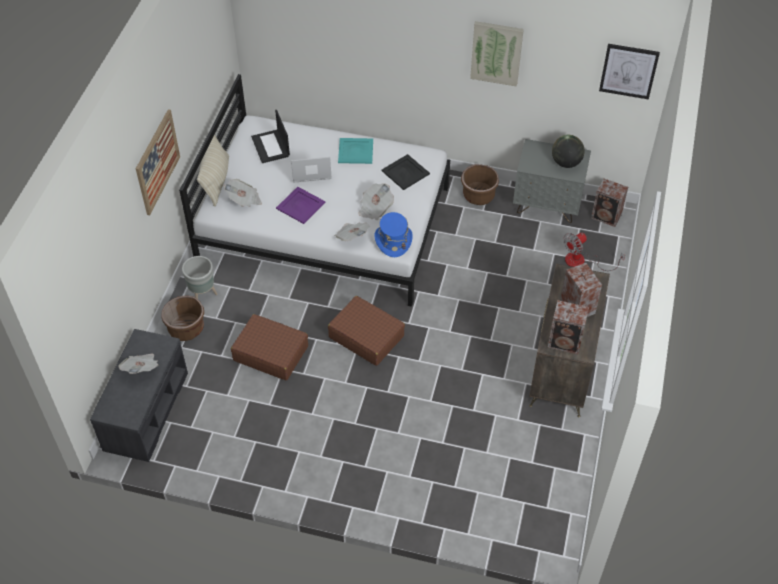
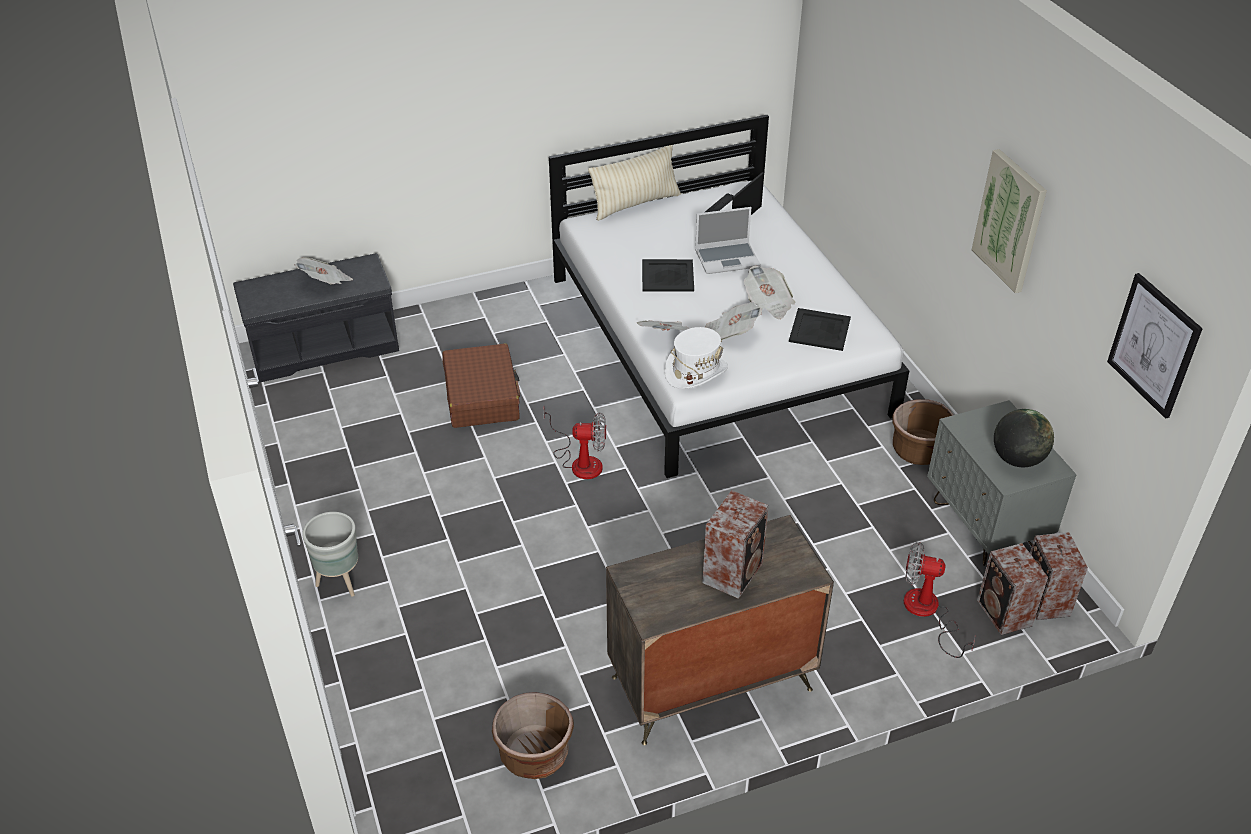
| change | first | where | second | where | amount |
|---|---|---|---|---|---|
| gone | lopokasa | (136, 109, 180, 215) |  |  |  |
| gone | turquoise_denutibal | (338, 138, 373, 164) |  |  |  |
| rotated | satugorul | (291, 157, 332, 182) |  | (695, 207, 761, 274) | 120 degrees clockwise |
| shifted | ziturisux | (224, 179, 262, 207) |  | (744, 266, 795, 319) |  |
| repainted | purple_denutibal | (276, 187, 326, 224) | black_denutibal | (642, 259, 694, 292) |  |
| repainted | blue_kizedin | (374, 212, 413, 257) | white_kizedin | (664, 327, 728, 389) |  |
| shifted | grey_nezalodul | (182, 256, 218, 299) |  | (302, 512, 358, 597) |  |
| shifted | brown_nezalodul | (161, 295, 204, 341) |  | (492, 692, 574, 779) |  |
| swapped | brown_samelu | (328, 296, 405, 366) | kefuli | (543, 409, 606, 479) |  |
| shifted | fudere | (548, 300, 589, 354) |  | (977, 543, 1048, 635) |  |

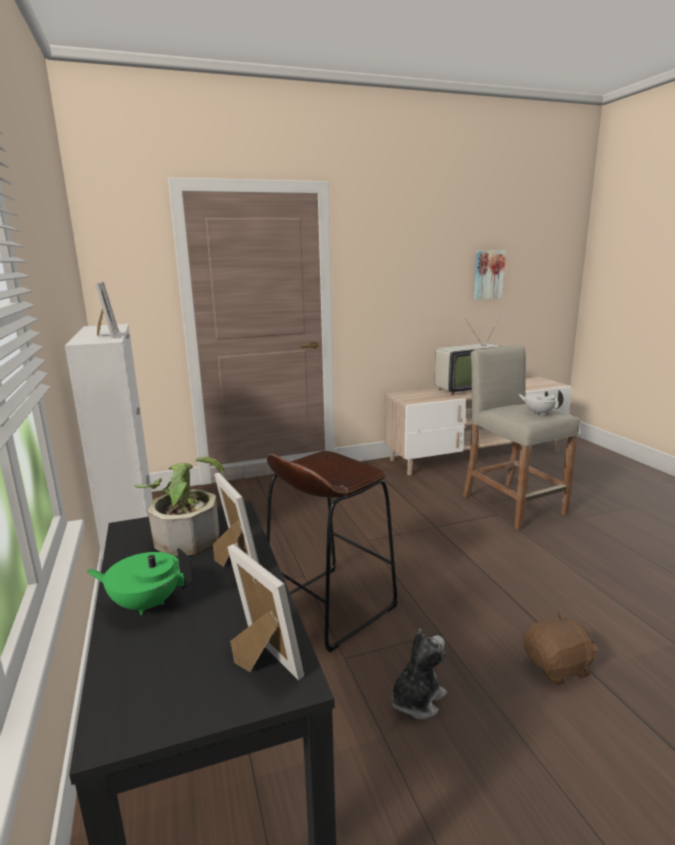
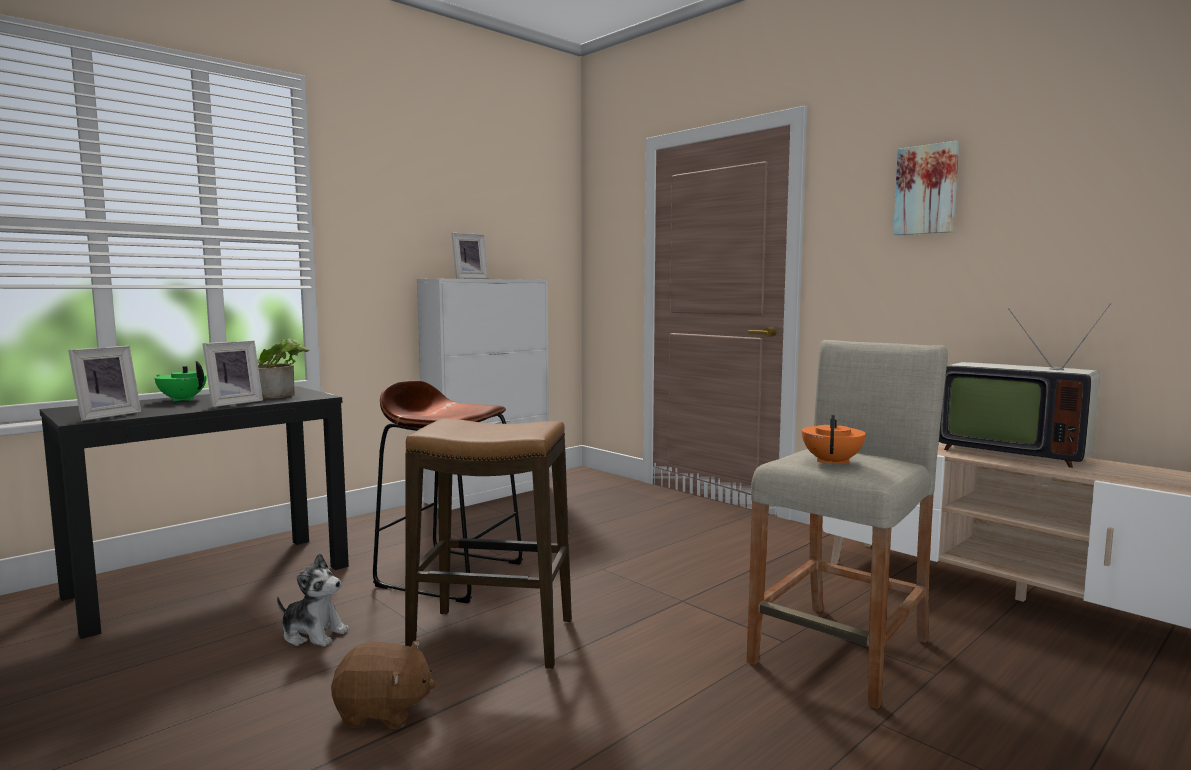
| change | first | where | second | where | amount |
|---|---|---|---|---|---|
| shifted | lopokasa | (474, 250, 506, 300) |  | (893, 141, 959, 235) |  |
| repainted | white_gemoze | (518, 390, 564, 415) | orange_gemoze | (802, 415, 866, 466) |  |
| rotated | green_gemoze | (86, 548, 193, 615) |  | (155, 361, 207, 402) | 45 degrees counterclockwise |
| rotated | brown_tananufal | (523, 612, 598, 685) |  | (331, 640, 436, 728) | 45 degrees counterclockwise |
| new |  |  | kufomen | (405, 419, 572, 669) |  |

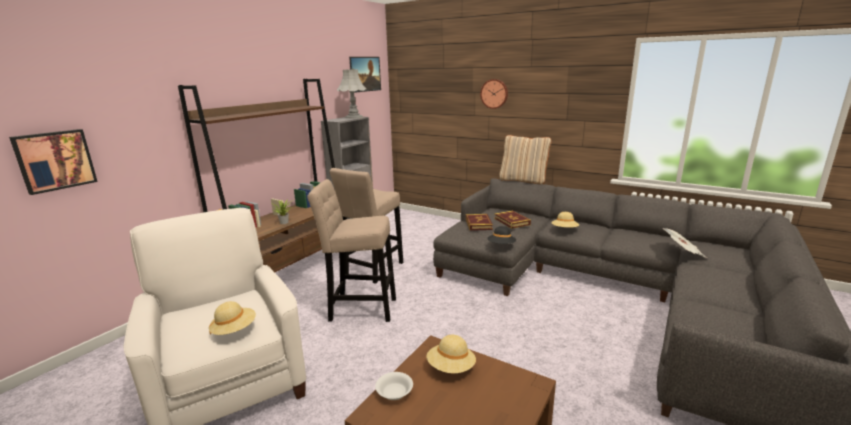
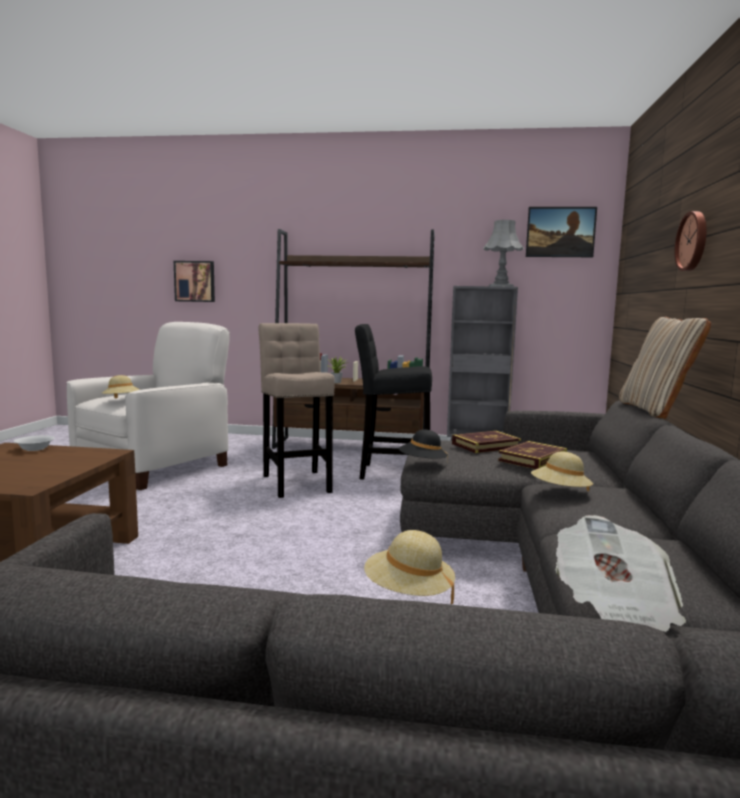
| change | first | where | second | where | amount |
|---|---|---|---|---|---|
| repainted | beige_kufomen | (330, 168, 403, 284) | black_kufomen | (355, 324, 432, 479) |  |
| shifted | beige_kizedin | (426, 335, 476, 373) |  | (364, 530, 455, 604) |  |

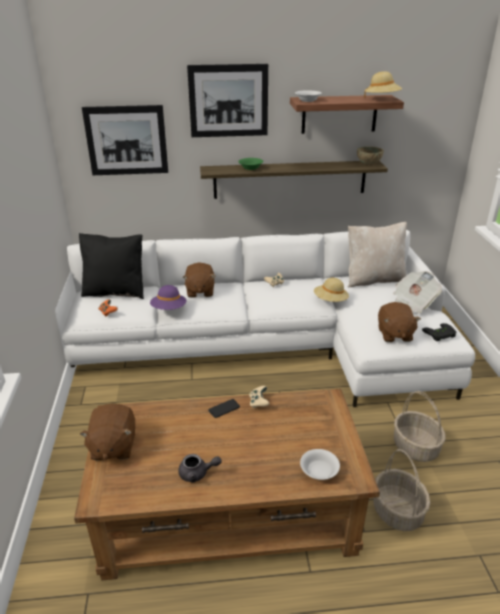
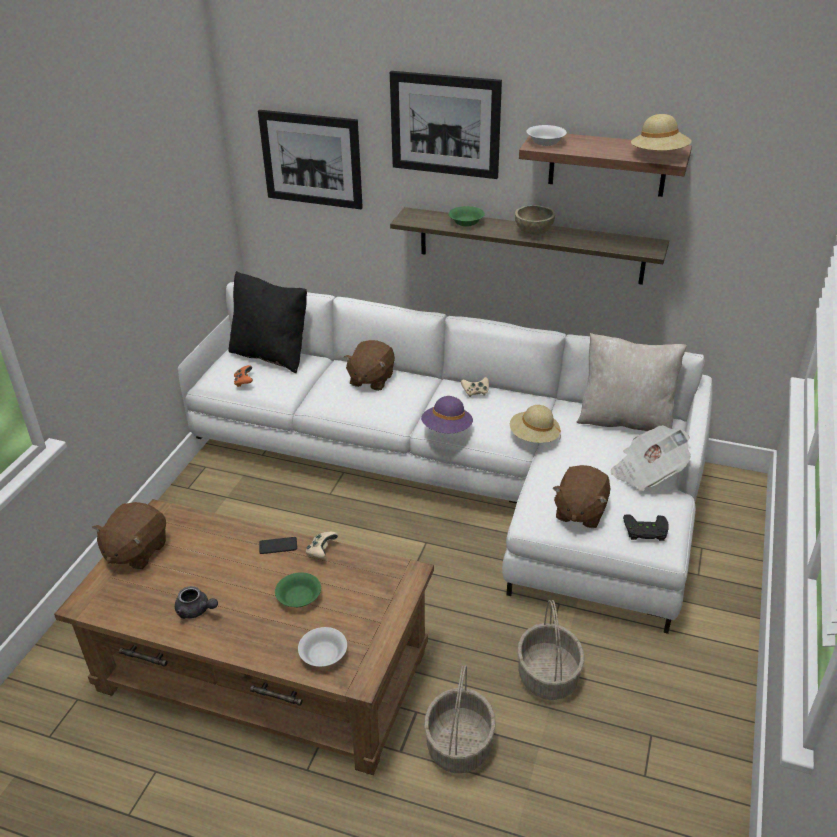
| change | first | where | second | where | amount |
|---|---|---|---|---|---|
| shifted | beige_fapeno | (357, 146, 384, 164) |  | (515, 205, 555, 235) |  |
| shifted | purple_kizedin | (150, 285, 187, 310) |  | (421, 396, 473, 434) |  |
| new |  |  | green_fapeno | (275, 572, 321, 607) |  |

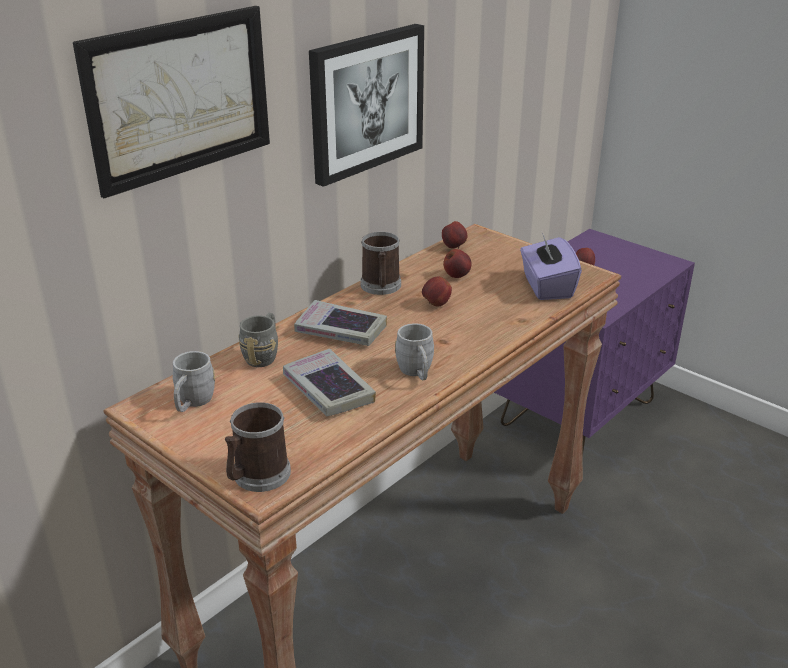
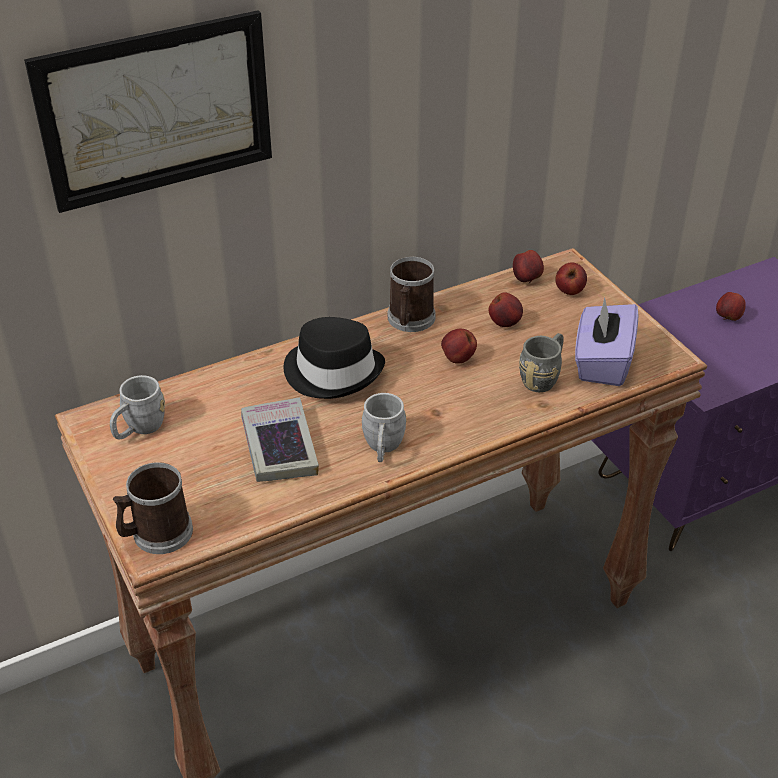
| change | first | where | second | where | amount |
|---|---|---|---|---|---|
| gone | lopokasa | (309, 24, 424, 187) |  |  |  |
| swapped | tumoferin | (294, 300, 387, 346) | black_kizedin | (284, 317, 385, 399) |  |
| shifted | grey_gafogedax | (239, 313, 278, 367) |  | (519, 333, 564, 392) |  |
| new |  |  | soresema | (555, 262, 587, 295) |  |

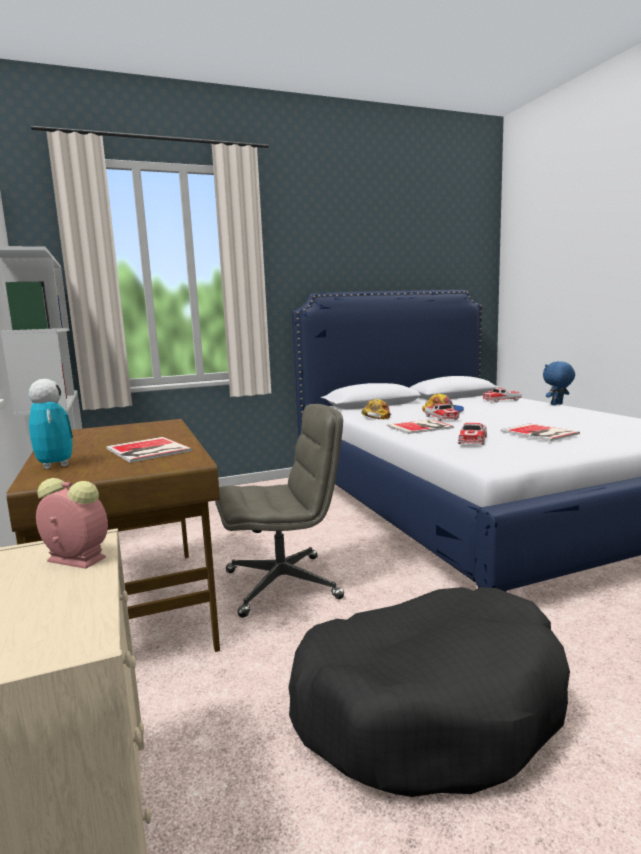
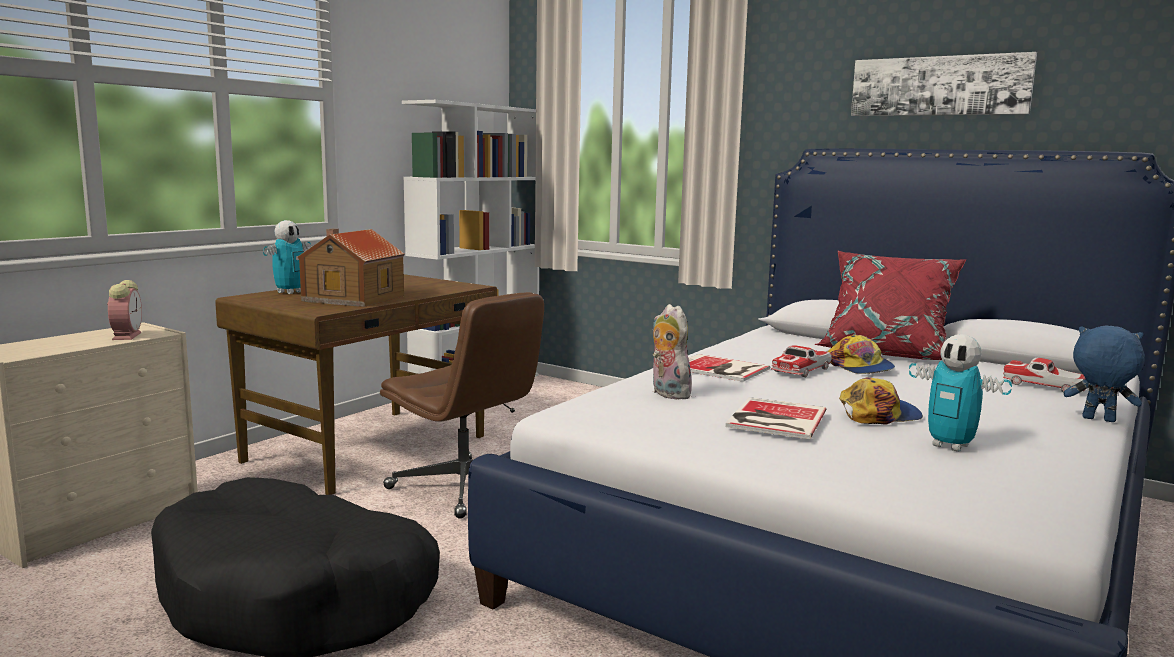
| change | first | where | second | where | amount |
|---|---|---|---|---|---|
| shifted | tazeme | (361, 399, 391, 419) |  | (839, 377, 923, 424) |  |
| repainted | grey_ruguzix | (215, 404, 344, 618) | brown_ruguzix | (380, 292, 544, 519) |  |
| swapped | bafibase | (458, 423, 487, 445) | tananufal | (653, 304, 692, 399) |  |
| swapped | tumoferin | (106, 437, 192, 463) | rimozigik | (297, 229, 405, 307) |  |
| new |  |  | lopokasa | (851, 52, 1037, 116) |  |
| new |  |  | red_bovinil | (815, 251, 967, 360) |  |
| new |  |  | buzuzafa | (909, 334, 1012, 452) |  |

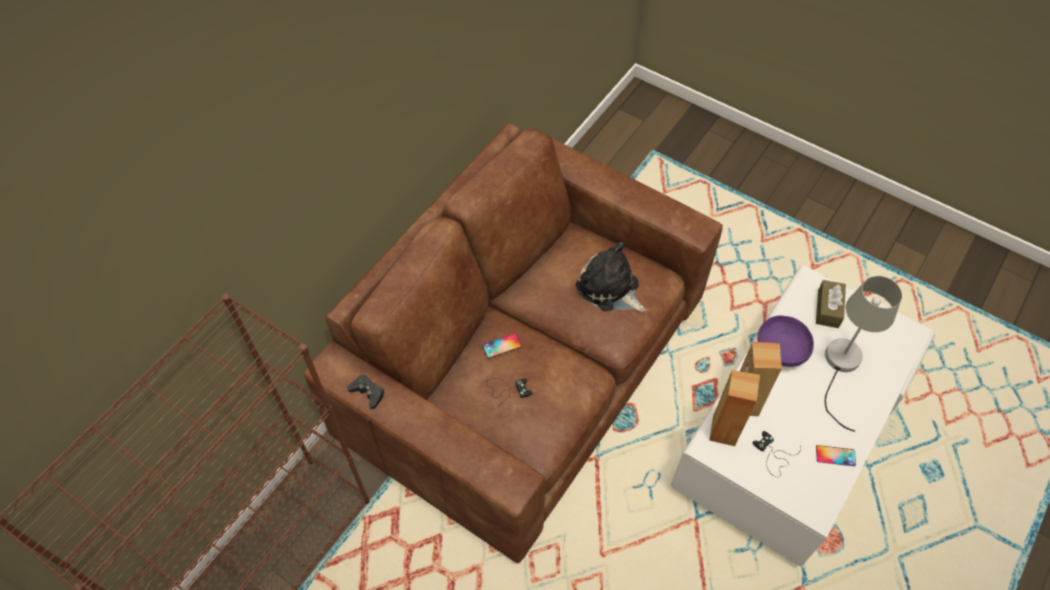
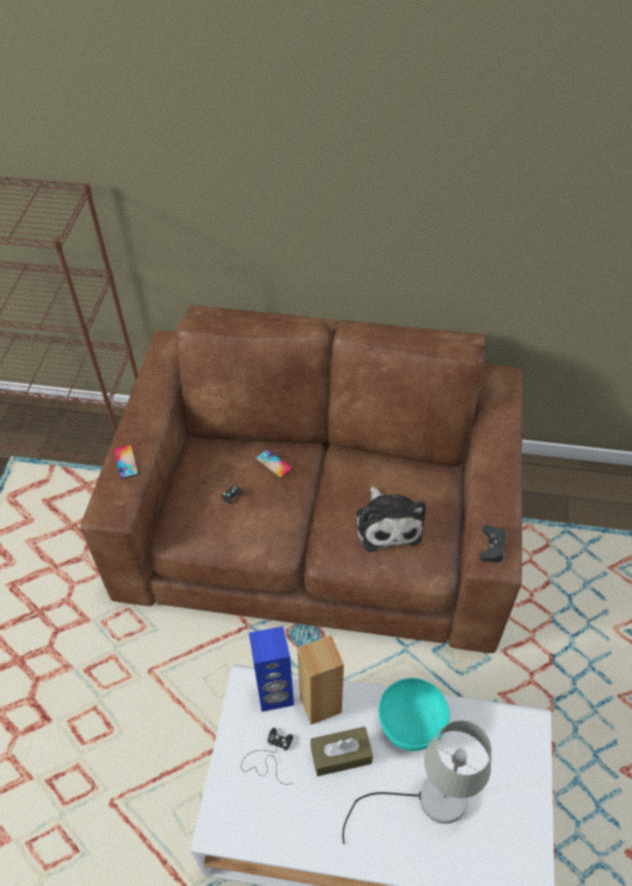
| change | first | where | second | where | amount |
|---|---|---|---|---|---|
| rotated | tananufal | (576, 242, 645, 312) |  | (356, 486, 426, 552) | 150 degrees clockwise |
| shifted | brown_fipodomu | (816, 280, 846, 328) |  | (310, 727, 373, 776) |  |
| repainted | purple_fapeno | (757, 315, 814, 367) | turquoise_fapeno | (378, 678, 450, 751) |  |
| repainted | brown_fudere | (709, 370, 760, 446) | blue_fudere | (249, 626, 294, 712) |  |
| shifted | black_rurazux | (347, 374, 385, 409) |  | (479, 525, 507, 563) |  |
| shifted | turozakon | (816, 445, 856, 466) |  | (114, 445, 139, 479) |  |

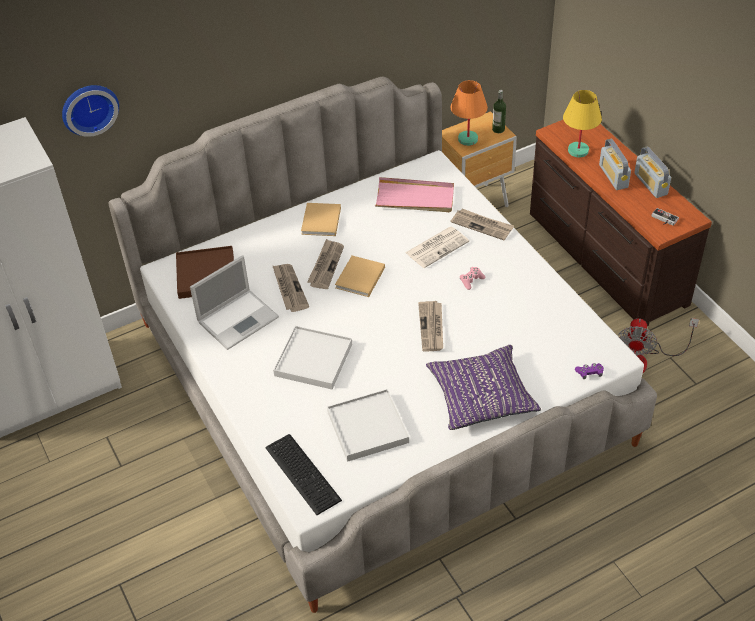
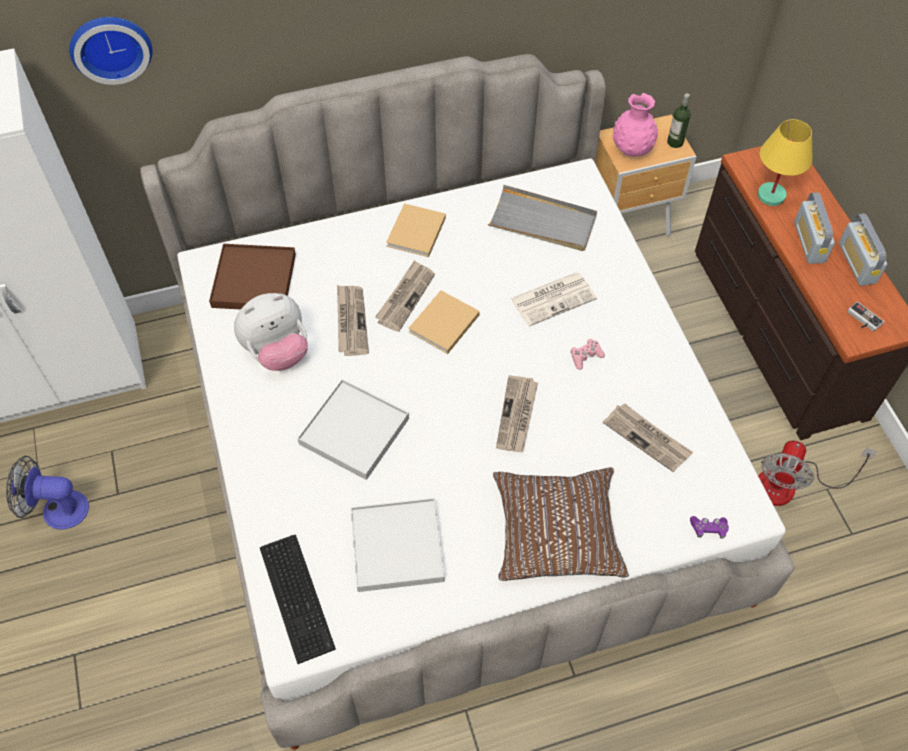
| change | first | where | second | where | amount |
|---|---|---|---|---|---|
| swapped | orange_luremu | (451, 80, 488, 146) | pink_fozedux | (612, 93, 658, 156) |  |
| repainted | pink_denutibal | (375, 177, 454, 212) | grey_denutibal | (488, 185, 597, 251) |  |
| shifted | ziturisux | (450, 208, 514, 240) |  | (603, 403, 693, 472) |  |
| swapped | satugorul | (190, 255, 279, 350) | tananufal | (234, 293, 308, 371) |  |
| repainted | purple_bovinil | (426, 345, 541, 430) | brown_bovinil | (493, 467, 629, 581) |  |
| new |  |  | kefuli | (6, 455, 89, 529) |  |

